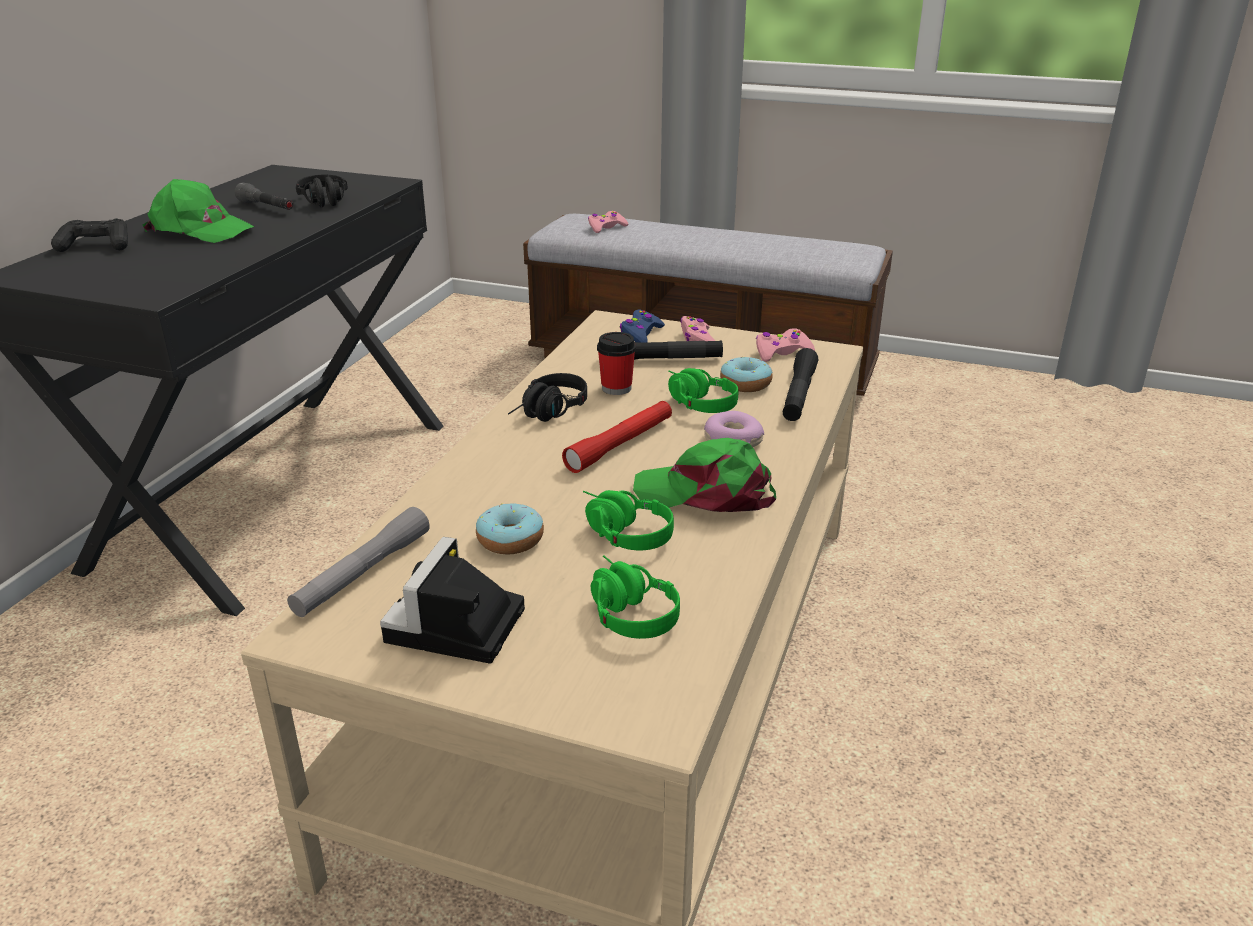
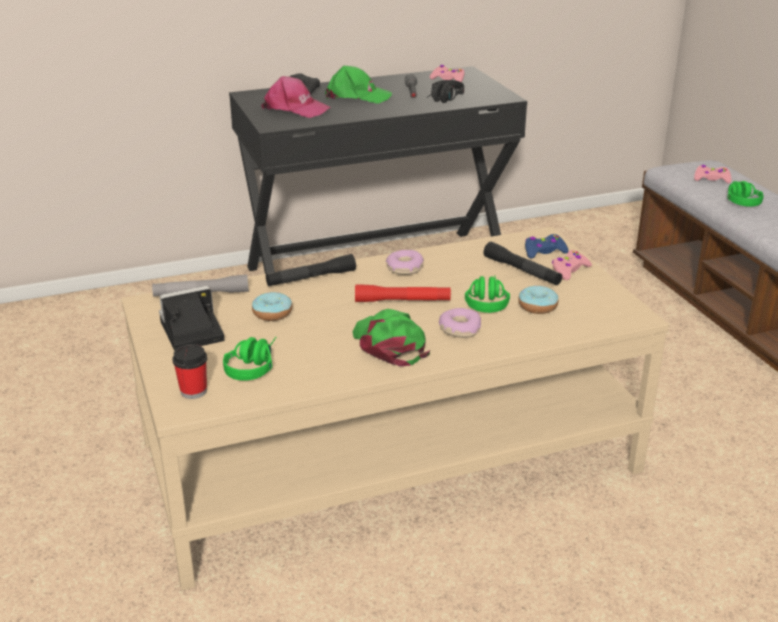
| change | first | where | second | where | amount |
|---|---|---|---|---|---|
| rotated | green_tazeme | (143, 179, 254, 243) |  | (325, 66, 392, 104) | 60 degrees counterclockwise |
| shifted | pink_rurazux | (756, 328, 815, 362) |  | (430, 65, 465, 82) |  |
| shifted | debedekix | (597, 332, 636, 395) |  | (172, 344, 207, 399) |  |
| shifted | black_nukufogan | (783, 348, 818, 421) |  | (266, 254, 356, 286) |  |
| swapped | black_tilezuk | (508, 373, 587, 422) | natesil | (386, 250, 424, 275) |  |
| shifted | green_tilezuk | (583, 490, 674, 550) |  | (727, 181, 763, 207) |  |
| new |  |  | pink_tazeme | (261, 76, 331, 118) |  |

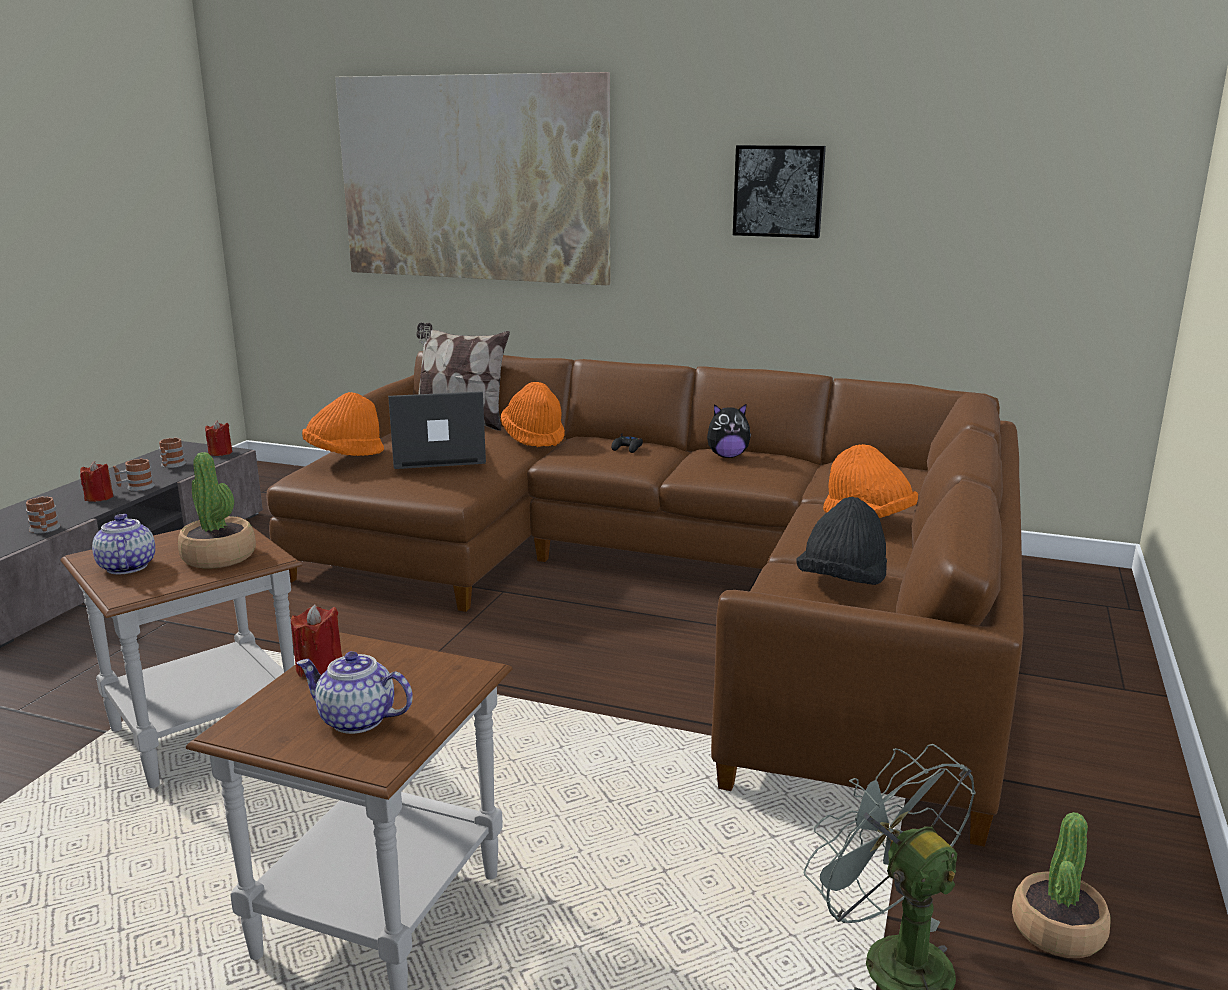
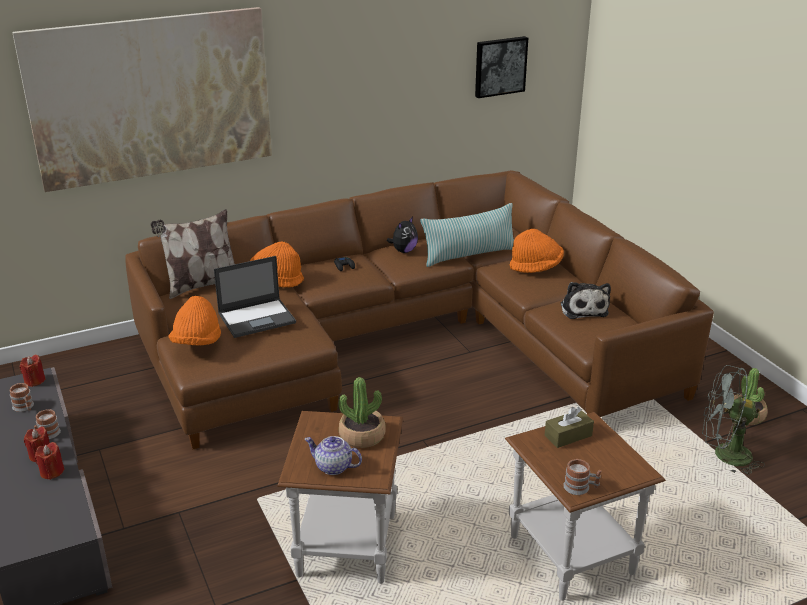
| change | first | where | second | where | amount |
|---|---|---|---|---|---|
| shifted | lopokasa | (733, 145, 826, 238) |  | (475, 36, 528, 98) |  |
| rotated | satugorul | (388, 391, 486, 469) |  | (214, 256, 296, 338) | 150 degrees counterclockwise |
| shifted | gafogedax | (26, 496, 61, 534) |  | (563, 459, 601, 495) |  |
| swapped | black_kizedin | (796, 497, 887, 585) | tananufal | (561, 282, 611, 319) |  |
| shifted | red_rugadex | (291, 605, 342, 677) |  | (35, 442, 65, 480) |  |
| gone | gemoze | (296, 651, 413, 734) |  |  |  |
| new |  |  | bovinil | (421, 203, 514, 267) |  |
| new |  |  | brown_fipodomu | (544, 407, 594, 448) |  |

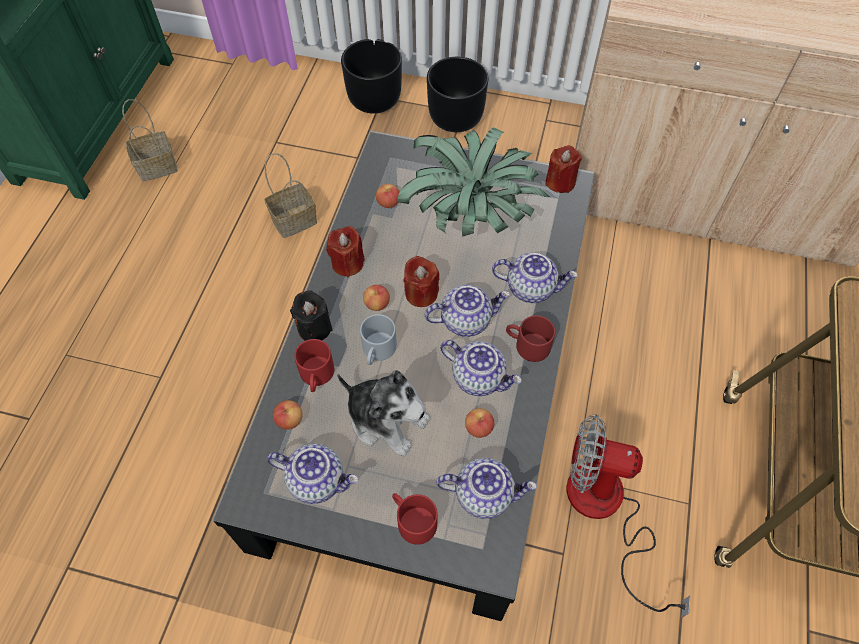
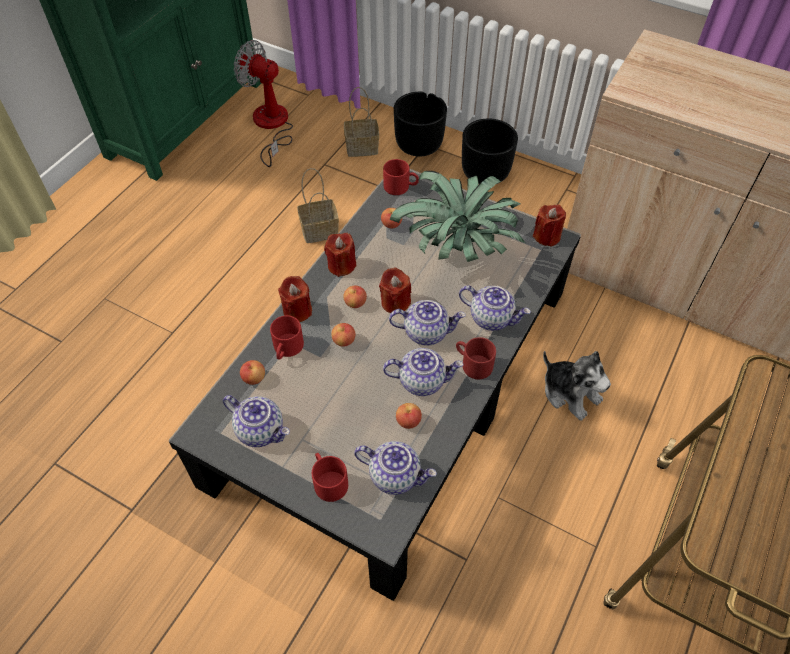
| change | first | where | second | where | amount |
|---|---|---|---|---|---|
| shifted | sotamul | (122, 99, 178, 181) |  | (344, 87, 379, 157) |  |
| repainted | black_rugadex | (290, 290, 332, 341) | red_rugadex | (278, 276, 312, 322) |  |
| swapped | grey_gafogedax | (360, 314, 397, 365) | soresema | (331, 323, 355, 347) |  |
| rotated | gemoze | (440, 340, 522, 396) |  | (383, 348, 463, 396) | 45 degrees counterclockwise |
| shifted | tananufal | (337, 370, 430, 456) |  | (543, 351, 611, 421) |  |
| shifted | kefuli | (566, 414, 690, 618) |  | (234, 40, 293, 167) |  |
| new |  |  | red_gafogedax | (383, 159, 419, 195) |  |

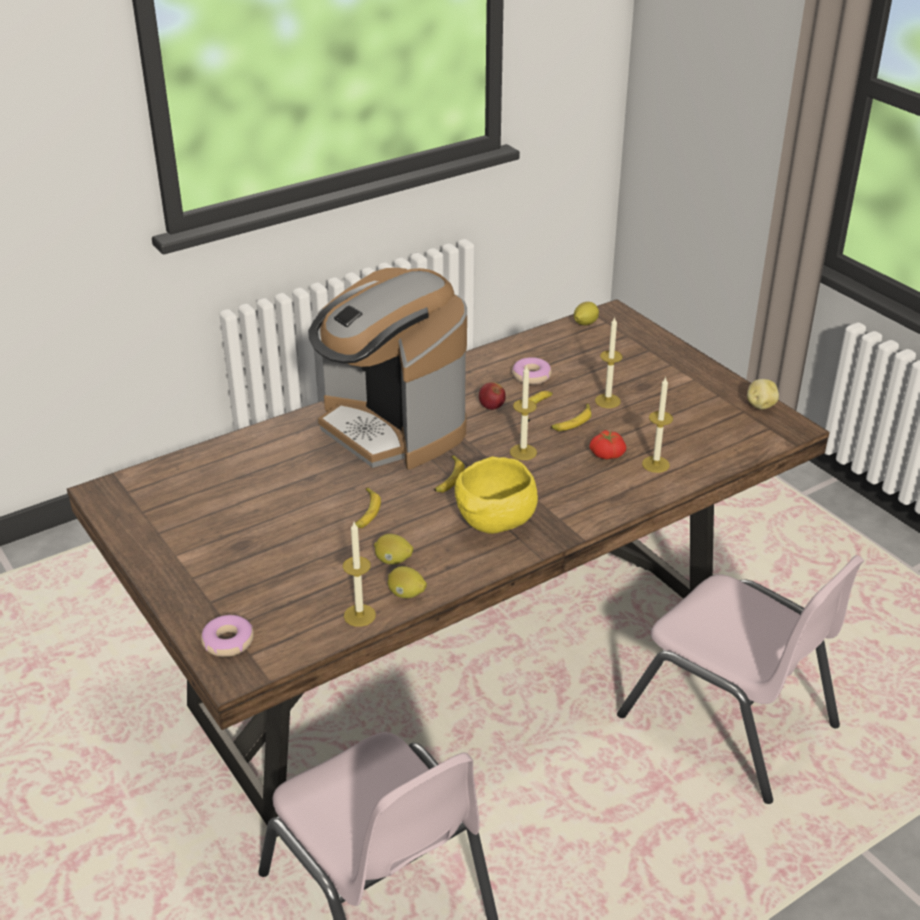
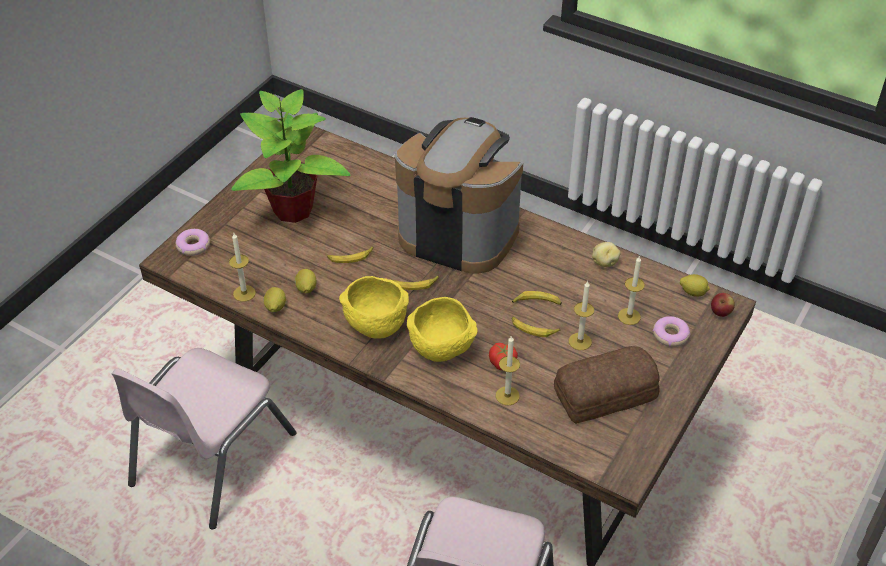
| change | first | where | second | where | amount |
|---|---|---|---|---|---|
| rotated | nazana | (308, 268, 467, 470) |  | (395, 117, 523, 273) | 90 degrees clockwise |
| shifted | natesil | (512, 357, 552, 385) |  | (653, 316, 690, 347) |  |
| shifted | rugadex | (510, 365, 537, 460) |  | (618, 256, 645, 325) |  |
| shifted | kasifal | (747, 379, 779, 409) |  | (592, 242, 620, 267) |  |
| shifted | soresema | (479, 382, 506, 410) |  | (711, 293, 735, 317) |  |
| new |  |  | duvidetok | (231, 89, 351, 223) |  |
| new |  |  | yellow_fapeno | (407, 297, 478, 362) |  |
| new |  |  | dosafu | (554, 346, 660, 424) |  |

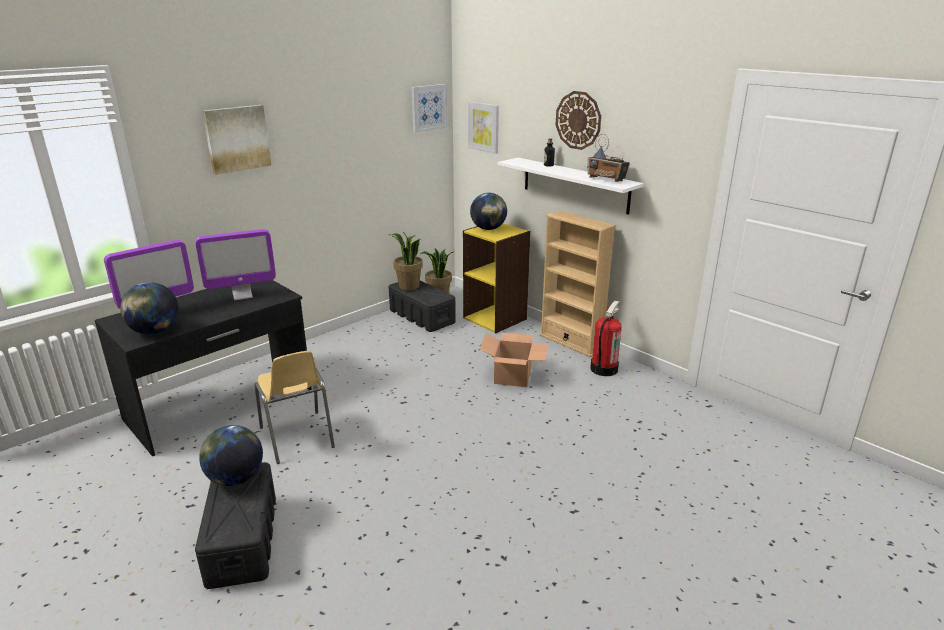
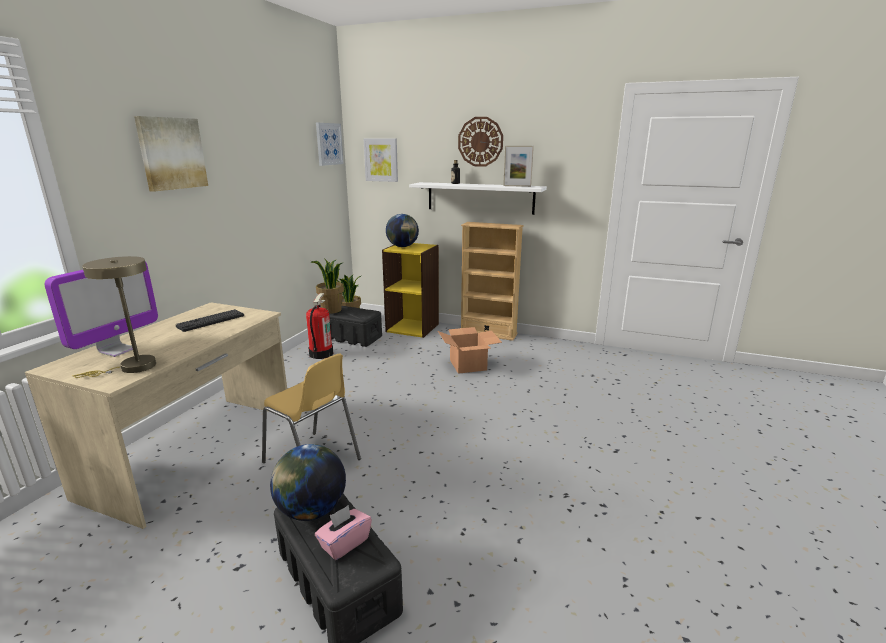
| change | first | where | second | where | amount |
|---|---|---|---|---|---|
| swapped | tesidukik | (587, 134, 630, 182) | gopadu | (503, 146, 534, 187) |  |
| swapped | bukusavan | (195, 229, 276, 300) | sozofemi | (176, 309, 244, 332) |  |
| repainted | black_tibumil | (95, 280, 312, 456) | beige_tibumil | (25, 302, 287, 529) |  |
| swapped | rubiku | (120, 282, 179, 335) | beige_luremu | (72, 256, 156, 378) |  |
| shifted | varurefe | (590, 301, 622, 376) |  | (306, 293, 334, 359) |  |
| new |  |  | pink_fipodomu | (315, 505, 372, 560) |  |

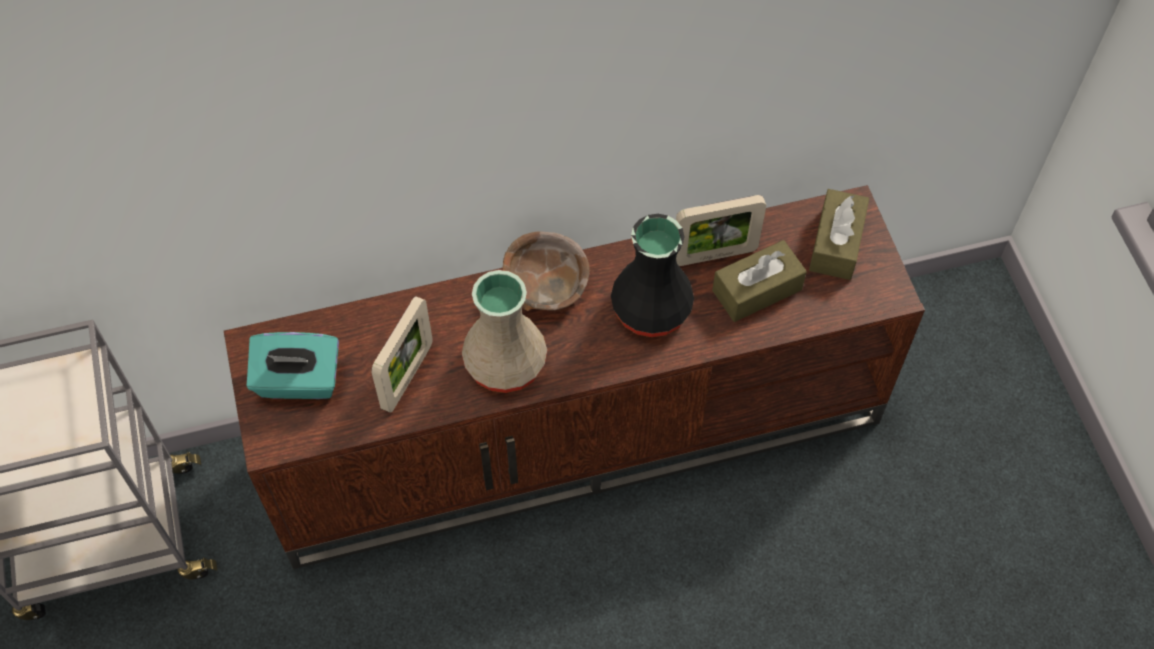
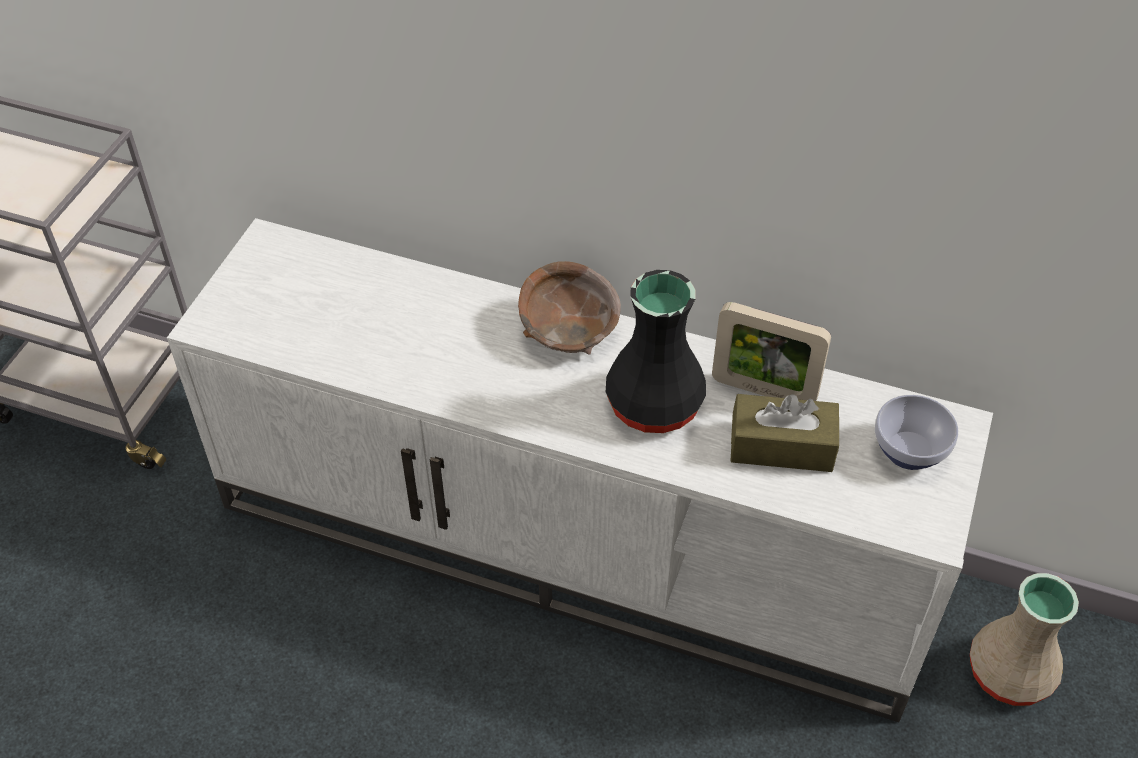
| change | first | where | second | where | amount |
|---|---|---|---|---|---|
| repainted | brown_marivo | (224, 185, 925, 569) | white_marivo | (167, 218, 993, 722) |  |
| swapped | brown_fipodomu | (809, 189, 869, 280) | fapeno | (875, 395, 958, 470) |  |
| shifted | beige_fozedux | (462, 270, 547, 393) |  | (970, 573, 1079, 706) |  |
| gone | gopadu | (371, 296, 433, 413) |  |  |  |
| gone | turquoise_fipodomu | (246, 332, 339, 399) |  |  |  |

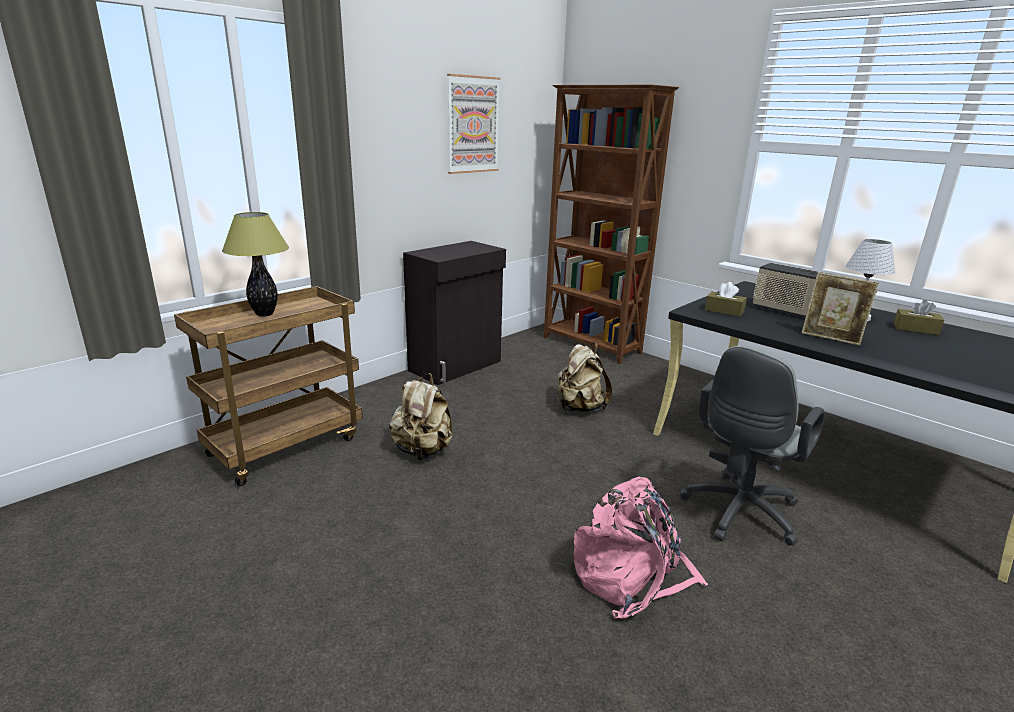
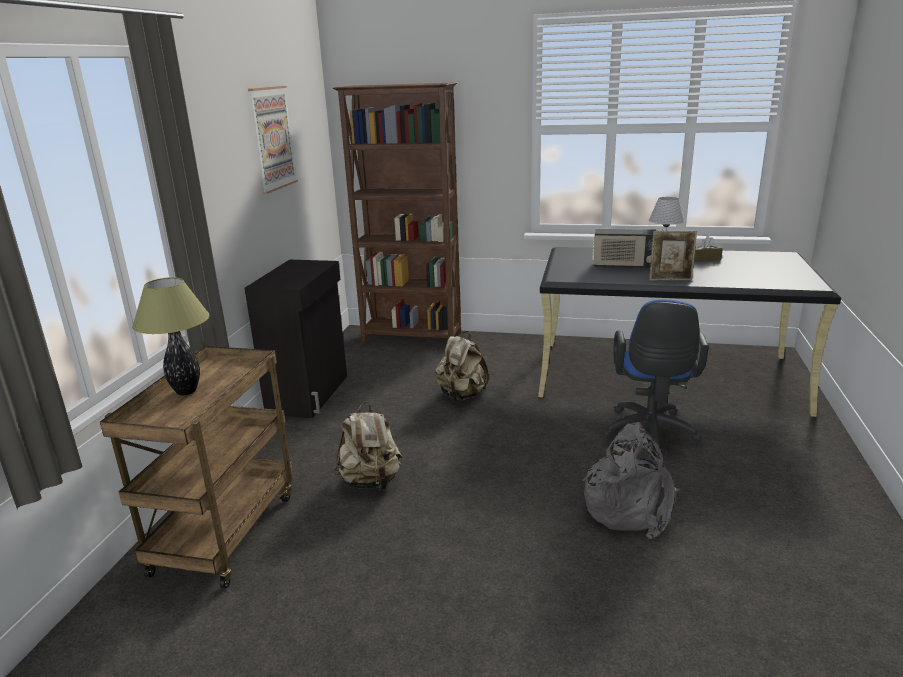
| change | first | where | second | where | amount |
|---|---|---|---|---|---|
| gone | brown_fipodomu | (705, 282, 747, 317) |  |  |  |
| repainted | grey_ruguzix | (680, 346, 825, 546) | blue_ruguzix | (602, 299, 709, 455) |  |
| repainted | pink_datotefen | (574, 476, 709, 619) | grey_datotefen | (583, 422, 681, 539) |  |

